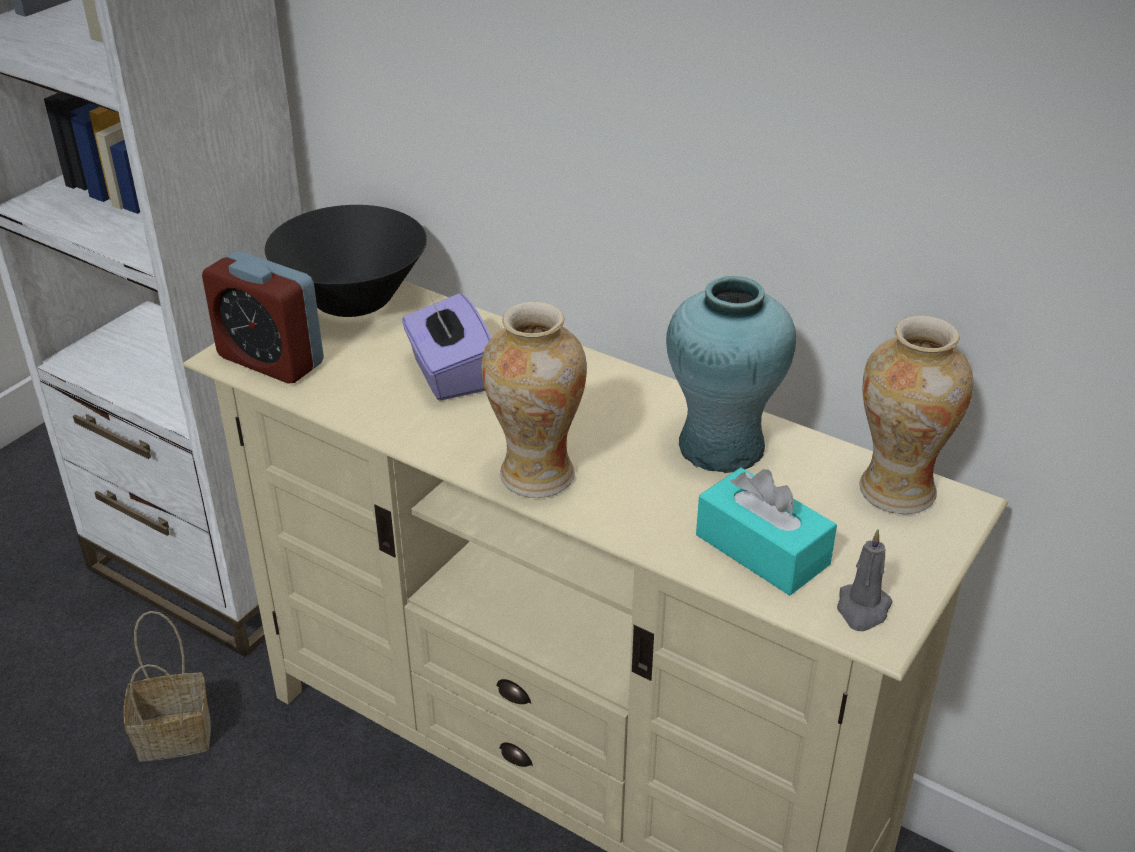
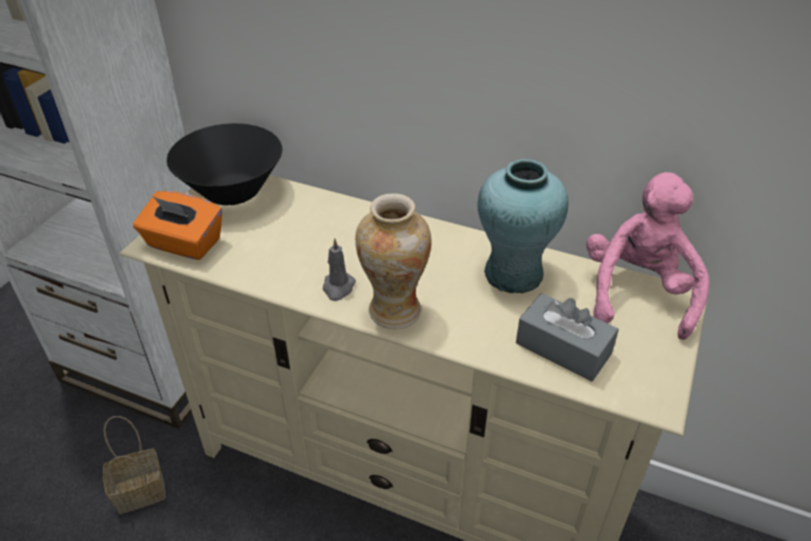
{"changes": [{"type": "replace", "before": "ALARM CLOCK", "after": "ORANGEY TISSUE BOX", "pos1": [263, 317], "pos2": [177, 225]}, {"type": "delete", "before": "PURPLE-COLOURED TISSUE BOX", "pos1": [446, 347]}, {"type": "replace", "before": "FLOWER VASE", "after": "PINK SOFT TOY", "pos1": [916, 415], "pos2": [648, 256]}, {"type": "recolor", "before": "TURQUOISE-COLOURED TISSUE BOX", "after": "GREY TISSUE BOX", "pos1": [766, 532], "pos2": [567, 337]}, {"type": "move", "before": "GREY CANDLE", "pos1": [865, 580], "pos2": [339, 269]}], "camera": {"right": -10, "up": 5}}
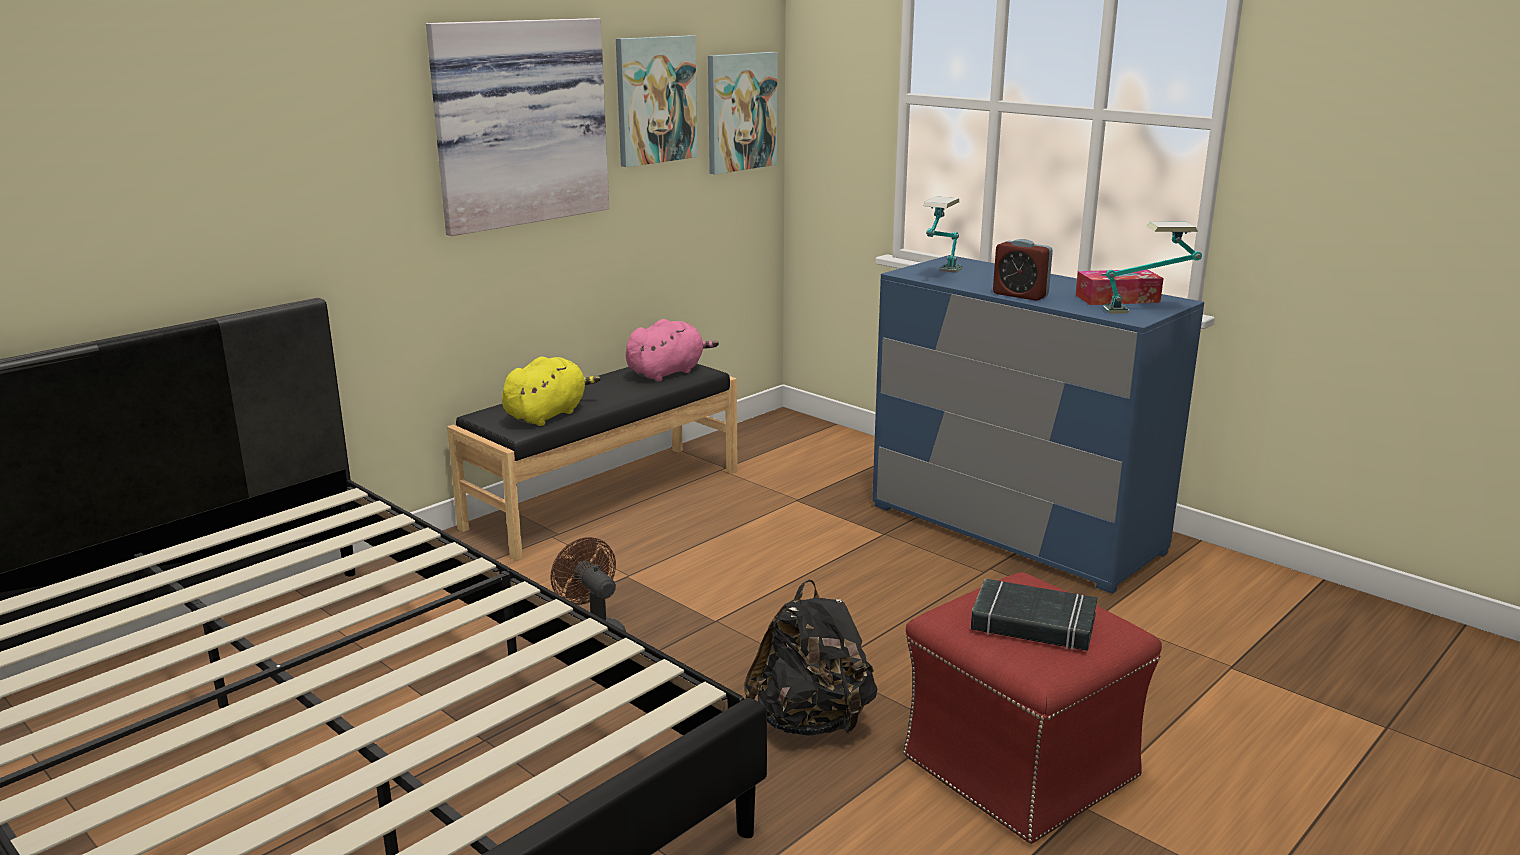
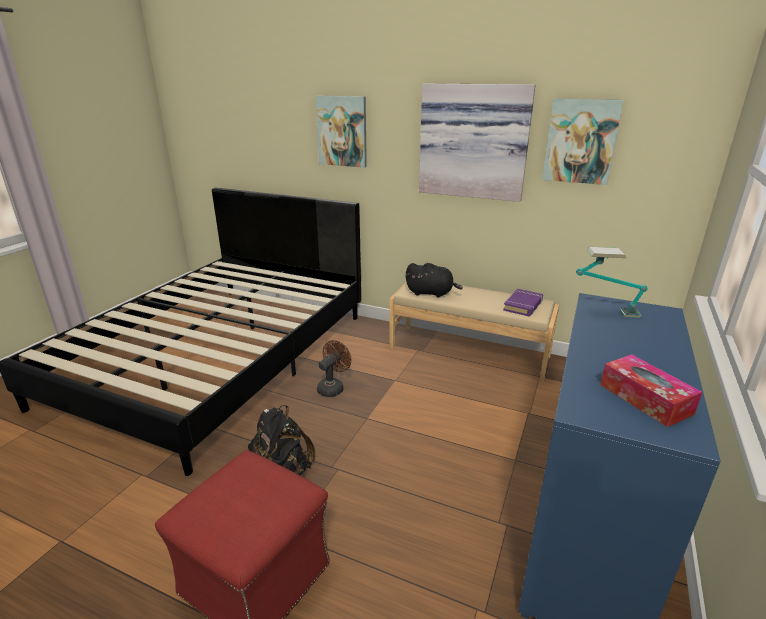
{"changes": [{"type": "move", "before": "WALL ART", "pos1": [743, 113], "pos2": [341, 132]}, {"type": "delete", "before": "LAMP FOR A TABLE", "pos1": [1152, 268]}, {"type": "delete", "before": "ALARM CLOCK", "pos1": [1023, 270]}, {"type": "replace", "before": "PINK SOFT TOY", "after": "PURPLE-COLOURED VOLUME", "pos1": [672, 350], "pos2": [523, 303]}, {"type": "recolor", "before": "YELLOW-COLOURED SOFT TOY", "after": "BLACK-COLOURED SOFT TOY", "pos1": [551, 391], "pos2": [434, 280]}, {"type": "recolor", "before": "BLACK-COLOURED BENCH", "after": "SAND-COLOURED BENCH", "pos1": [592, 462], "pos2": [474, 332]}, {"type": "delete", "before": "BLACK-COLOURED VOLUME", "pos1": [1034, 615]}], "camera": {"right": 70, "up": 5}}
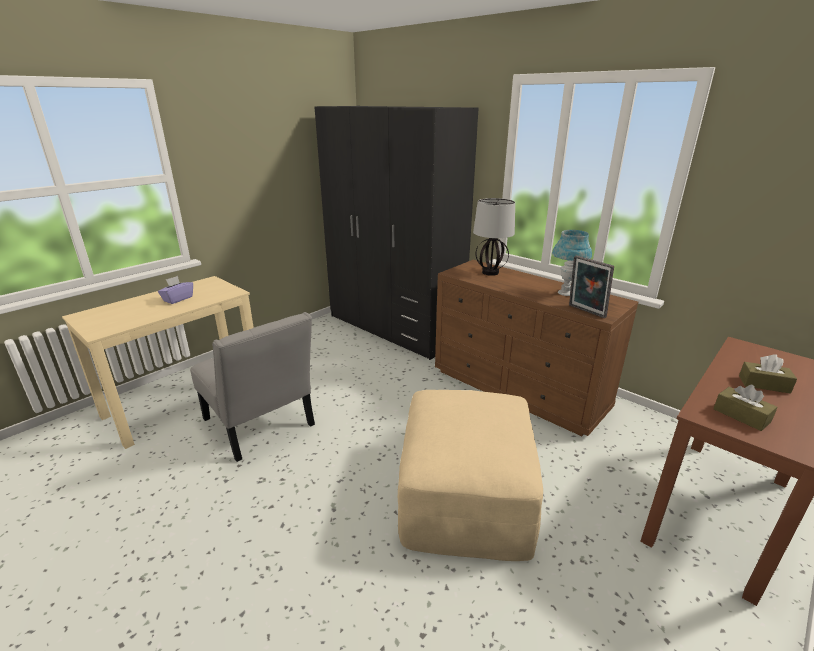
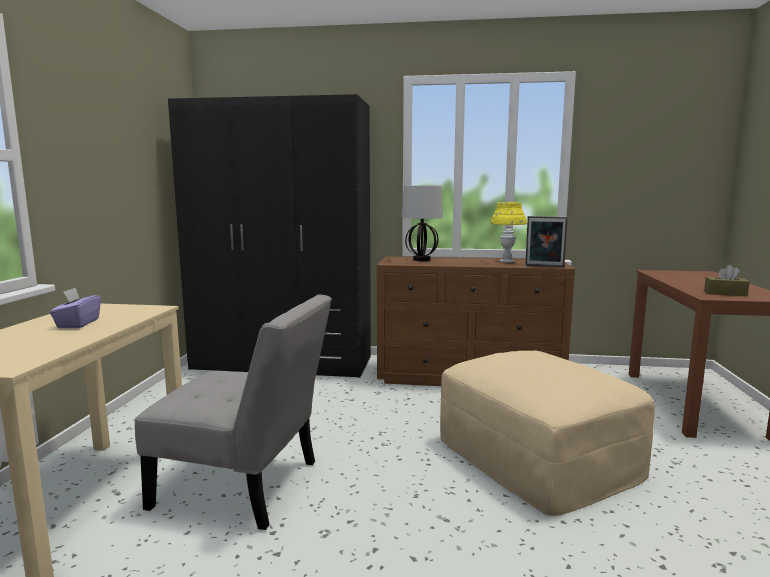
{"changes": [{"type": "recolor", "before": "BLUISH LAMP FOR A TABLE", "after": "YELLOW-COLOURED LAMP FOR A TABLE", "pos1": [572, 263], "pos2": [509, 232]}, {"type": "delete", "before": "BROWN TISSUE BOX", "pos1": [768, 374]}], "camera": {"right": -35, "up": -15}}
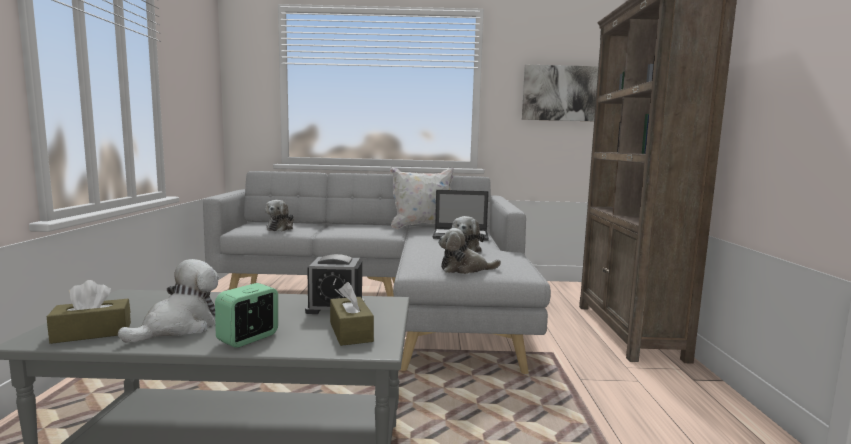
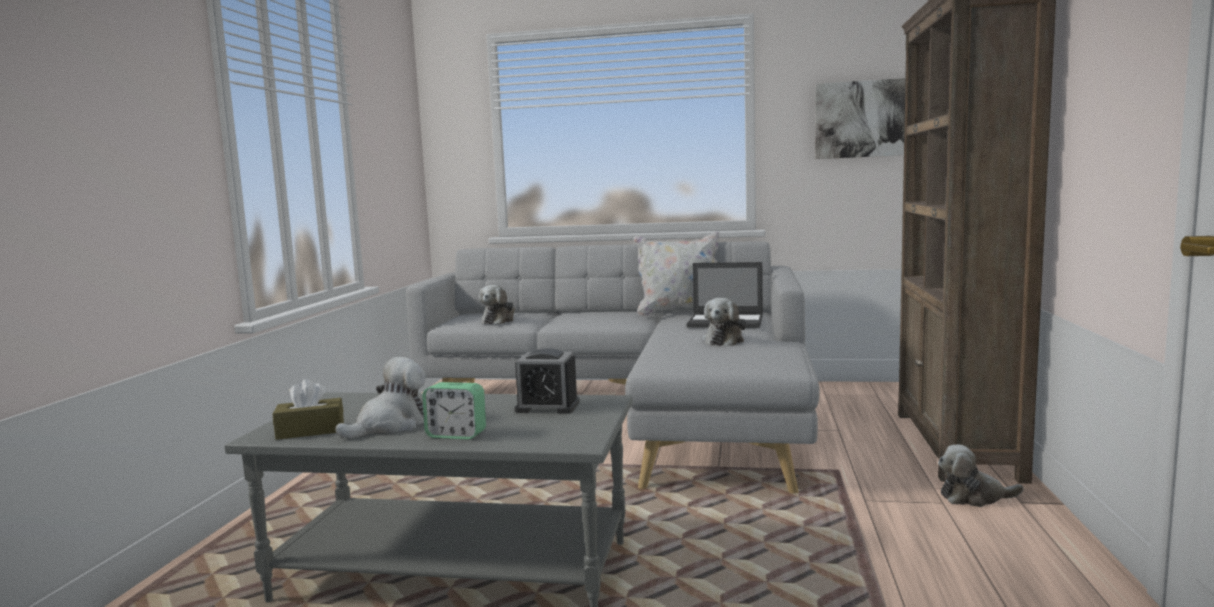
{"changes": [{"type": "move", "before": "SOFT TOY", "pos1": [469, 251], "pos2": [981, 475]}, {"type": "delete", "before": "BROWN TISSUE BOX", "pos1": [352, 314]}, {"type": "rotate", "before": "ALARM CLOCK", "pos1": [246, 315], "pos2": [454, 410], "turn": -120}], "camera": {"right": 10, "up": 0}}
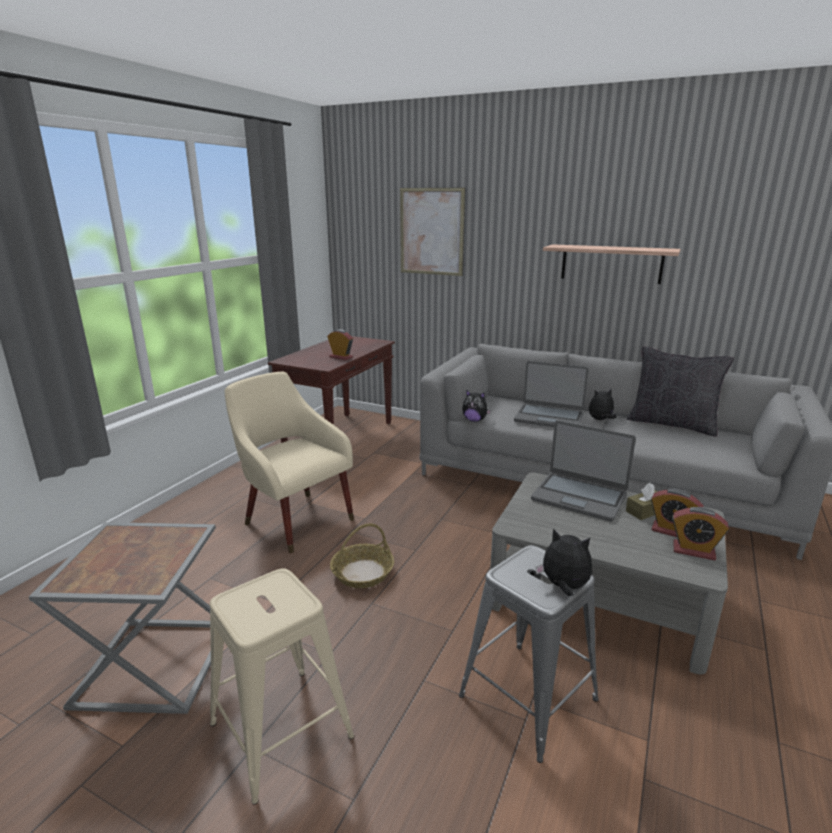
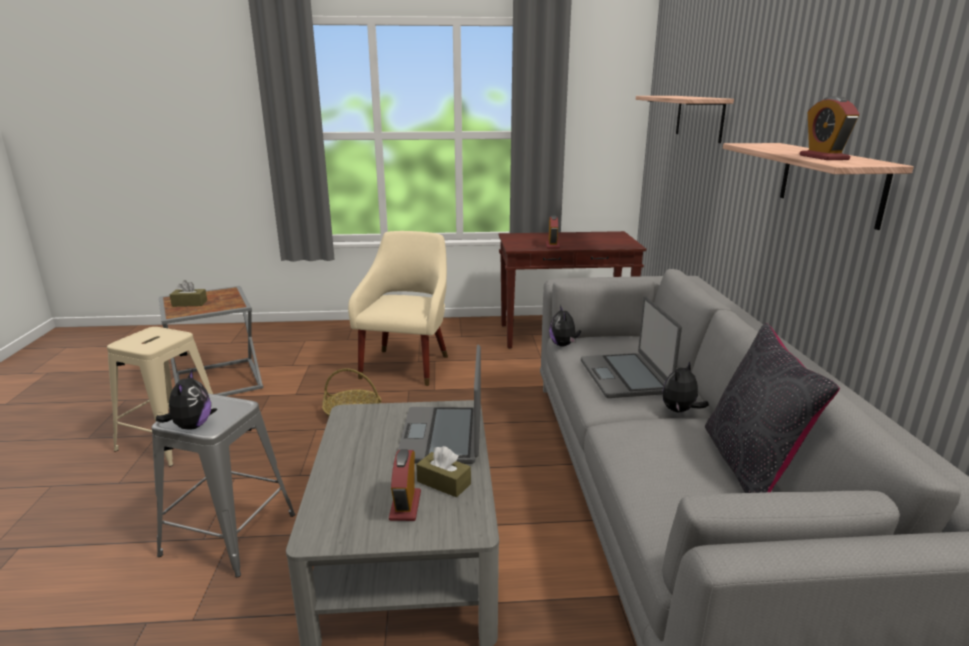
{"changes": [{"type": "replace", "before": "WALL ART", "after": "WALL SHELF", "pos1": [432, 232], "pos2": [685, 119]}, {"type": "rotate", "before": "SOFT TOY", "pos1": [602, 404], "pos2": [686, 386], "turn": -90}, {"type": "move", "before": "ALARM CLOCK", "pos1": [701, 534], "pos2": [829, 128]}, {"type": "insert", "after": "BROWN TISSUE BOX", "pos2": [188, 293]}], "camera": {"right": 60, "up": 0}}
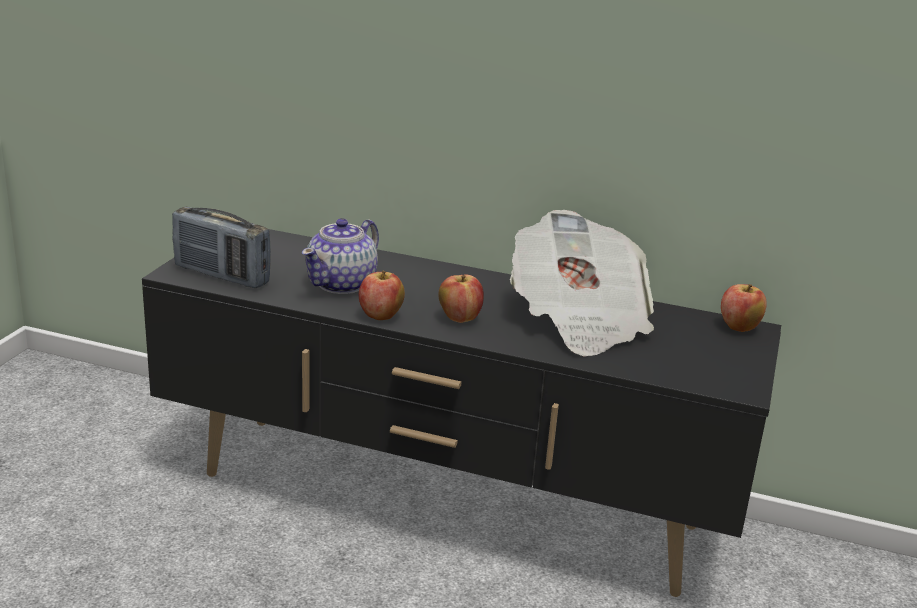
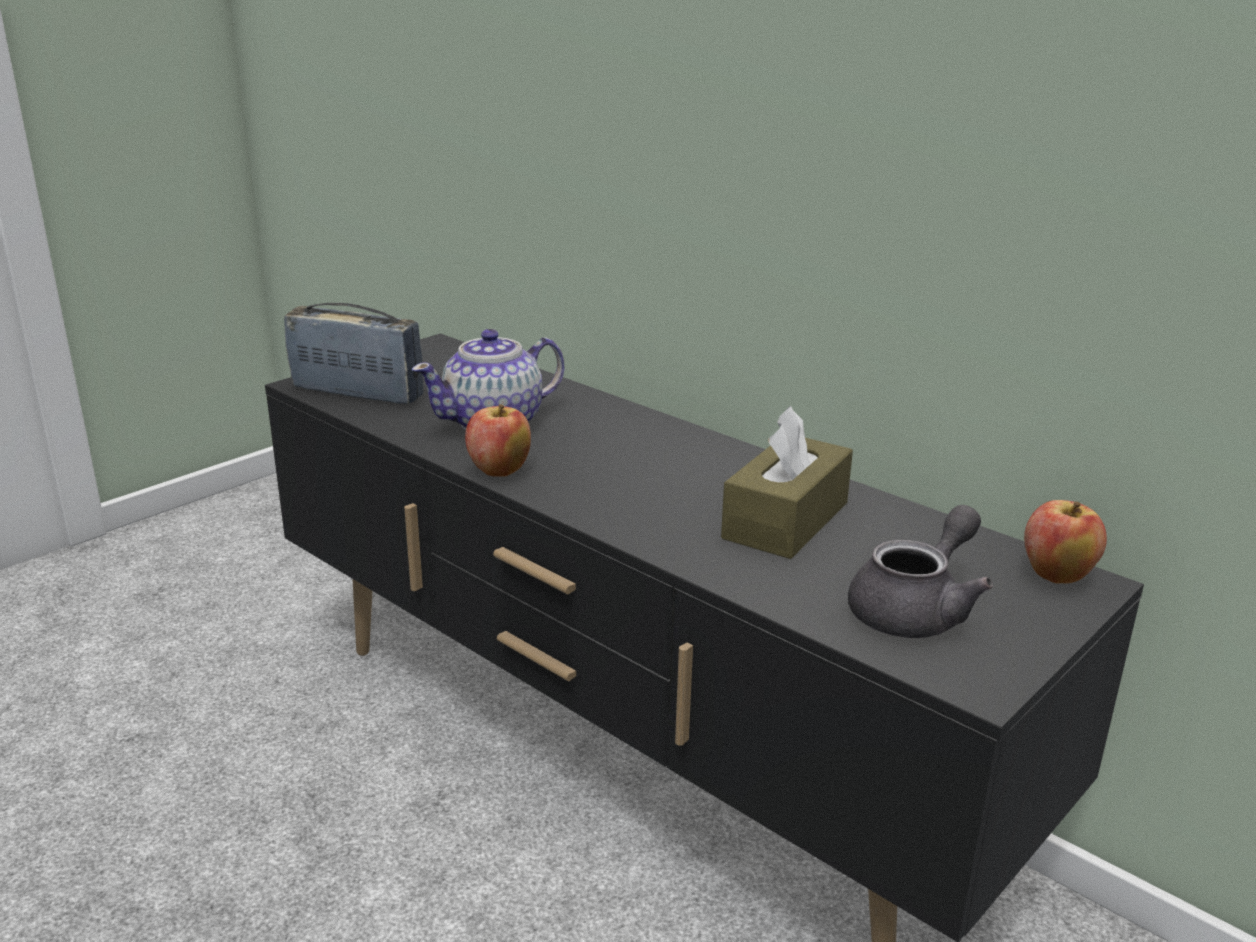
{"changes": [{"type": "rotate", "before": "RADIO", "pos1": [221, 247], "pos2": [353, 353], "turn": 150}, {"type": "replace", "before": "PRINTED PAPER", "after": "BROWN TISSUE BOX", "pos1": [582, 283], "pos2": [787, 482]}, {"type": "delete", "before": "APPLE FRUIT", "pos1": [461, 299]}, {"type": "insert", "after": "GREY TEAPOT", "pos2": [920, 571]}], "camera": {"right": 25, "up": 0}}
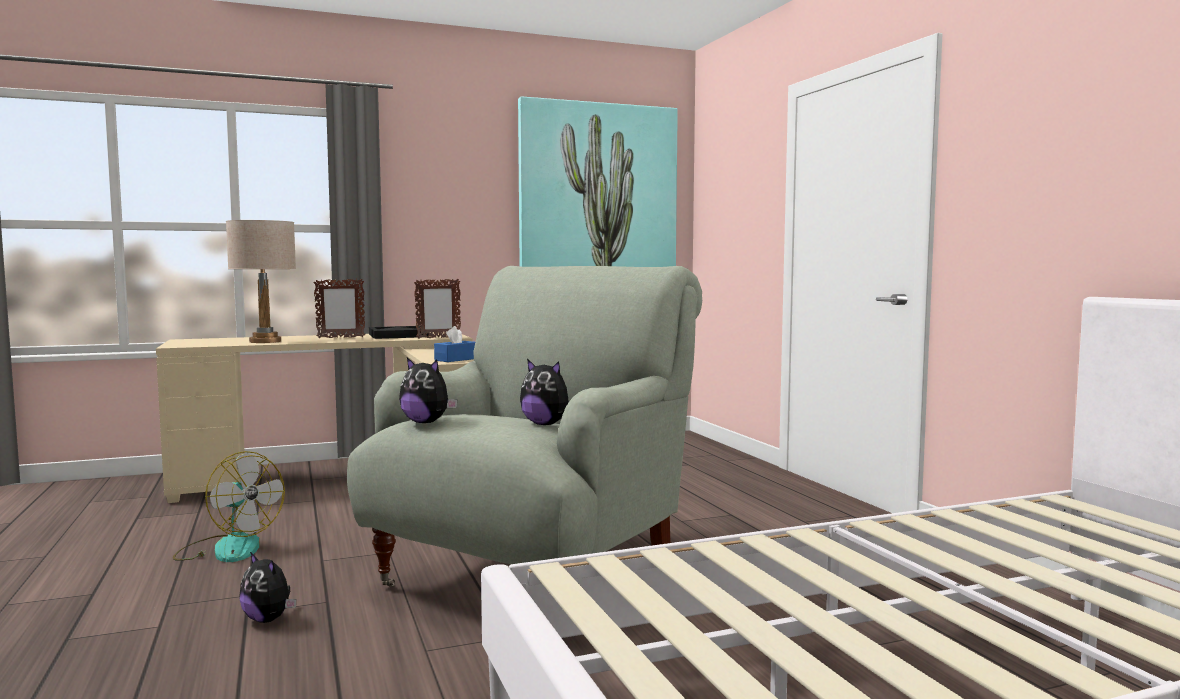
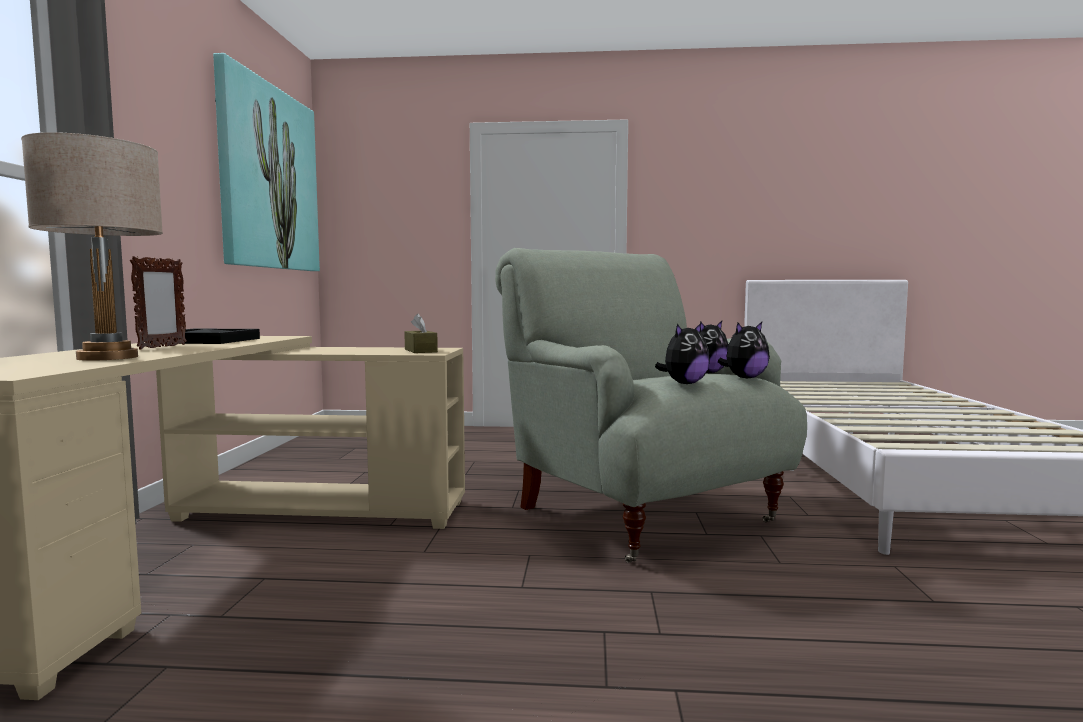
{"changes": [{"type": "delete", "before": "PHOTO FRAME", "pos1": [437, 309]}, {"type": "recolor", "before": "BLUISH TISSUE BOX", "after": "BROWN TISSUE BOX", "pos1": [454, 344], "pos2": [421, 333]}, {"type": "delete", "before": "COOLING FAN", "pos1": [229, 506]}, {"type": "move", "before": "SOFT TOY", "pos1": [268, 587], "pos2": [744, 350]}], "camera": {"right": -65, "up": 0}}
